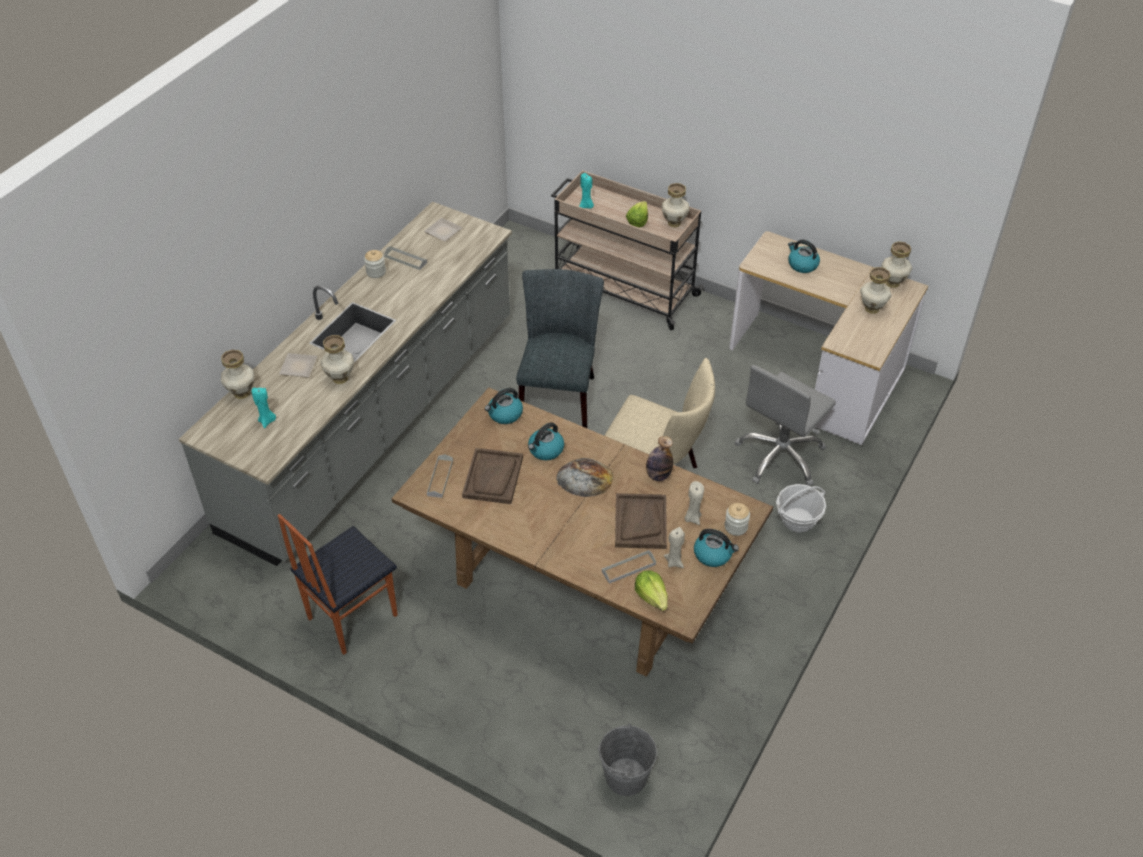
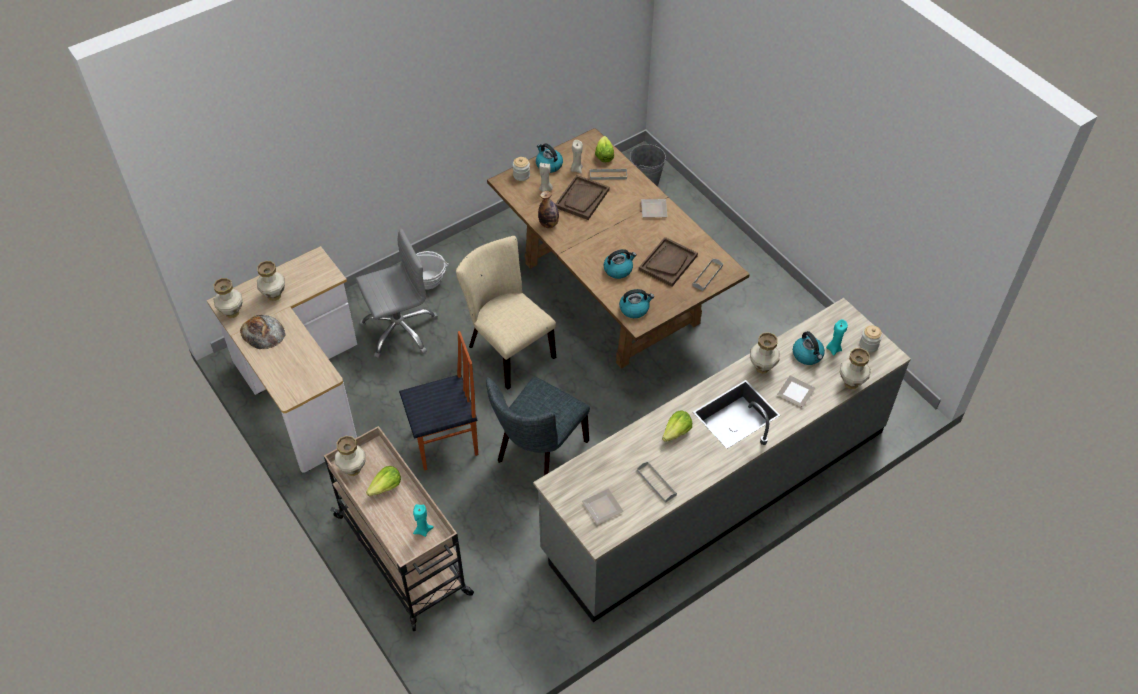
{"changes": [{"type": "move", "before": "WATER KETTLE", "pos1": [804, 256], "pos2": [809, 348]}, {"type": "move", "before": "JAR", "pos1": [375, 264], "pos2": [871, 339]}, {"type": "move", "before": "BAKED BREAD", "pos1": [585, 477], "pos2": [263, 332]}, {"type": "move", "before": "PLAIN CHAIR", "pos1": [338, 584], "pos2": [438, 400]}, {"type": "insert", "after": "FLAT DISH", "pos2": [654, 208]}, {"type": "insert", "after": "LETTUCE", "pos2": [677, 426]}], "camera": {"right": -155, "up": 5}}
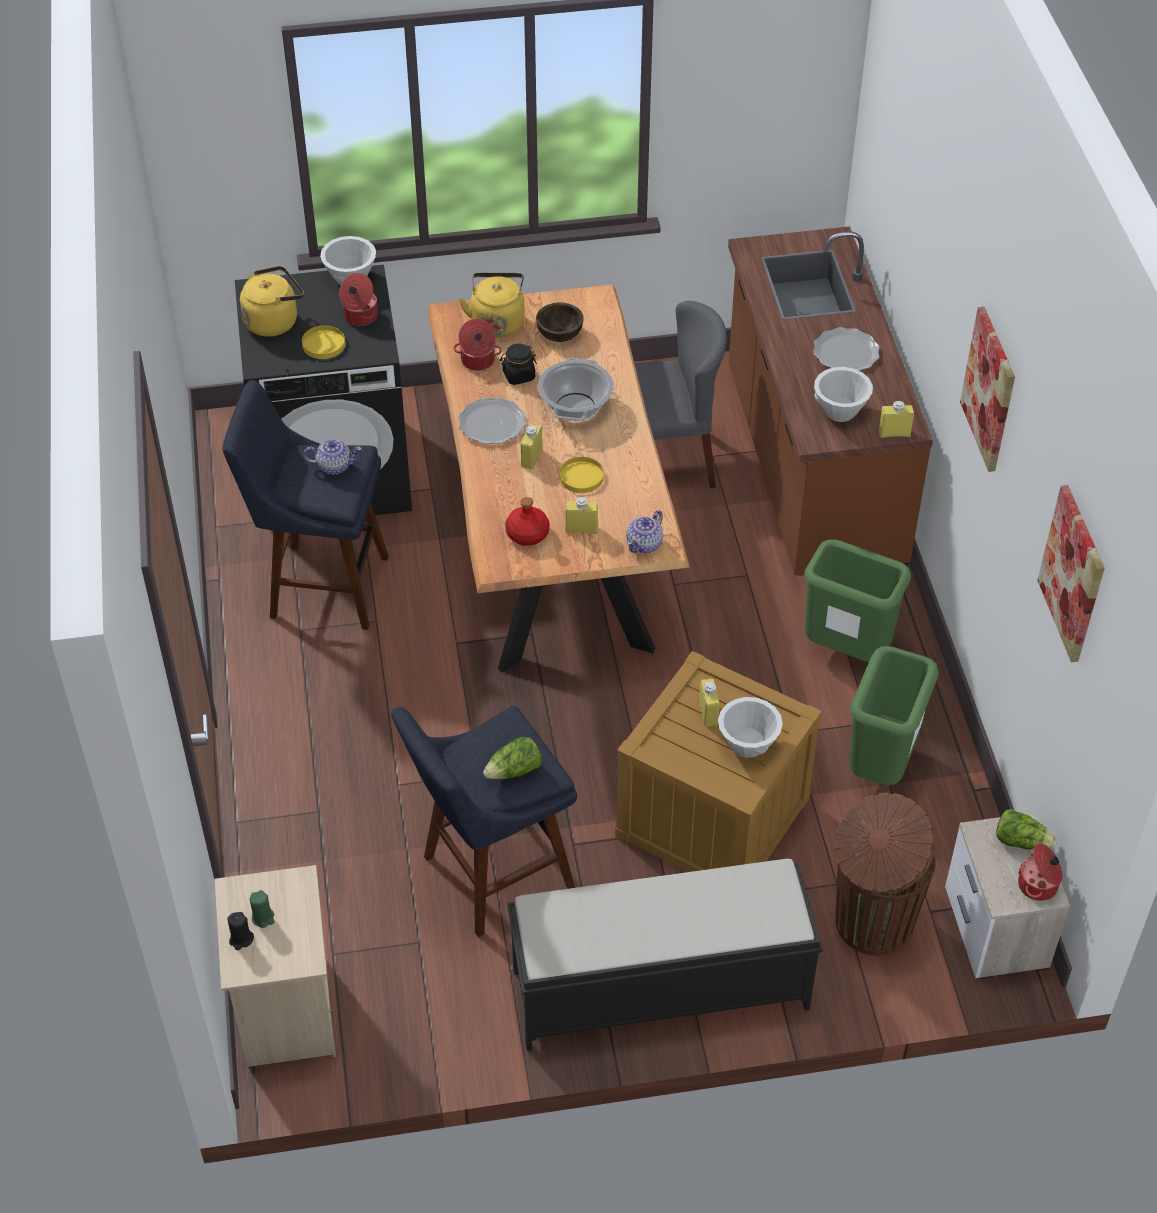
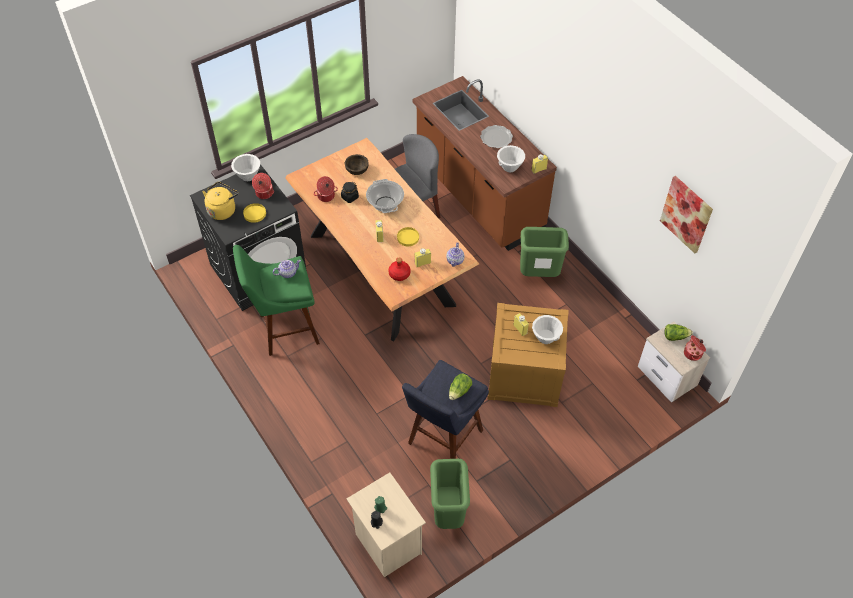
{"changes": [{"type": "delete", "before": "YELLOW-COLOURED WATER KETTLE", "pos1": [492, 305]}, {"type": "delete", "before": "WALL ART", "pos1": [987, 389]}, {"type": "recolor", "before": "BLUISH STOOL SEAT", "after": "GREEN-COLOURED STOOL SEAT", "pos1": [305, 505], "pos2": [276, 300]}, {"type": "delete", "before": "FLAT DISH", "pos1": [492, 420]}, {"type": "move", "before": "GREEN-COLOURED TRASH CAN", "pos1": [894, 715], "pos2": [450, 494]}, {"type": "delete", "before": "BROWN TRASH CAN", "pos1": [885, 874]}, {"type": "delete", "before": "BLACK-COLOURED BENCH", "pos1": [665, 955]}], "camera": {"right": -25, "up": 5}}
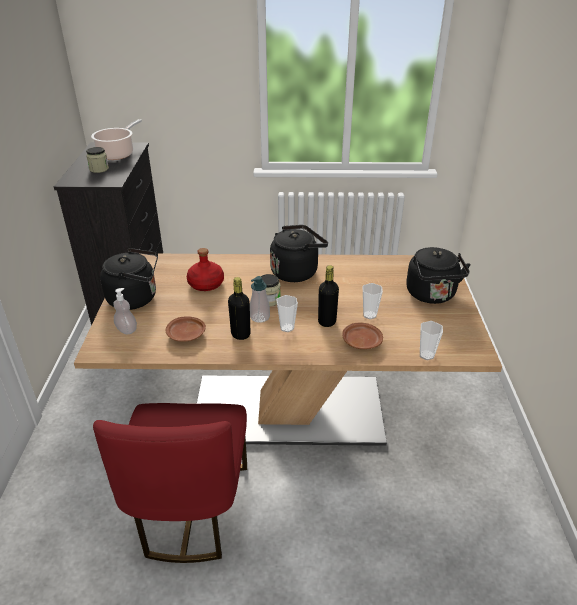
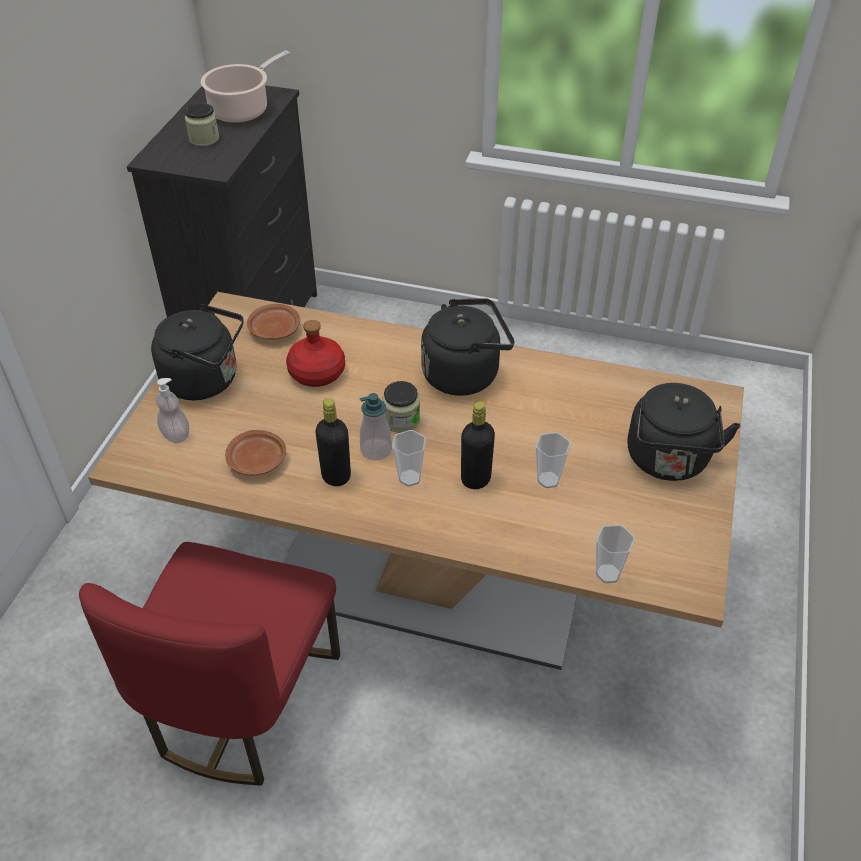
{"changes": [{"type": "move", "before": "BROWN FLAT DISH", "pos1": [362, 336], "pos2": [273, 322]}], "camera": {"right": 15, "up": 10}}
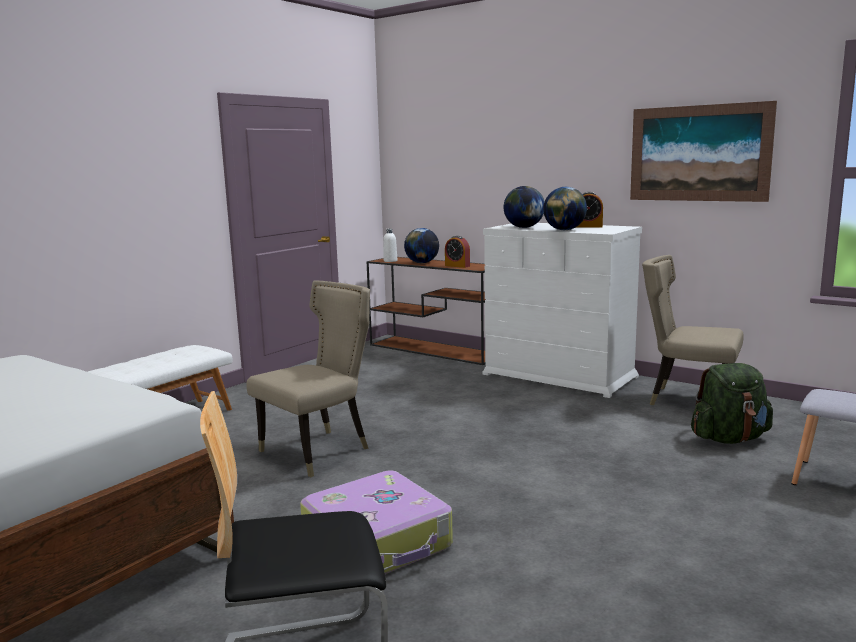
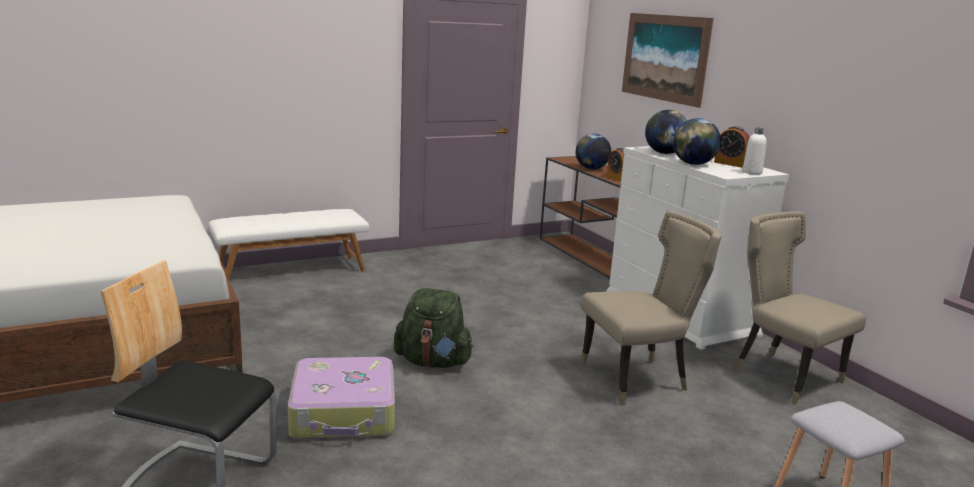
{"changes": [{"type": "move", "before": "WALL ART", "pos1": [703, 151], "pos2": [668, 60]}, {"type": "move", "before": "WHITE BEVERAGE BOTTLE", "pos1": [390, 245], "pos2": [754, 151]}, {"type": "move", "before": "SAND-COLOURED PLAIN CHAIR", "pos1": [308, 378], "pos2": [651, 308]}, {"type": "move", "before": "GREEN-COLOURED RUCKSACK", "pos1": [732, 403], "pos2": [434, 328]}], "camera": {"right": 25, "up": 5}}
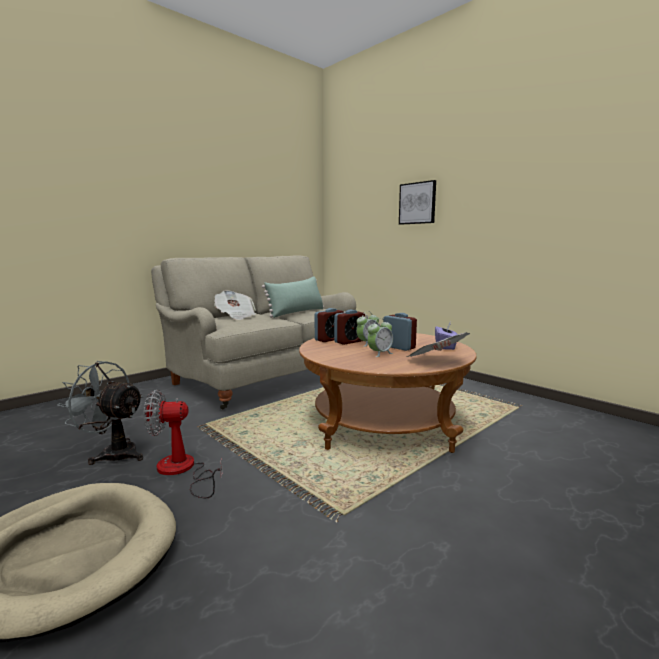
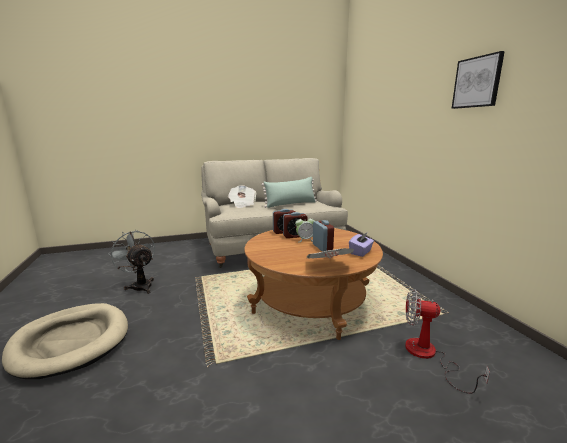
{"changes": [{"type": "move", "before": "WALL ART", "pos1": [417, 202], "pos2": [478, 80]}, {"type": "delete", "before": "ALARM CLOCK", "pos1": [380, 337]}, {"type": "move", "before": "COOLING FAN", "pos1": [183, 444], "pos2": [447, 341]}], "camera": {"right": 25, "up": 5}}
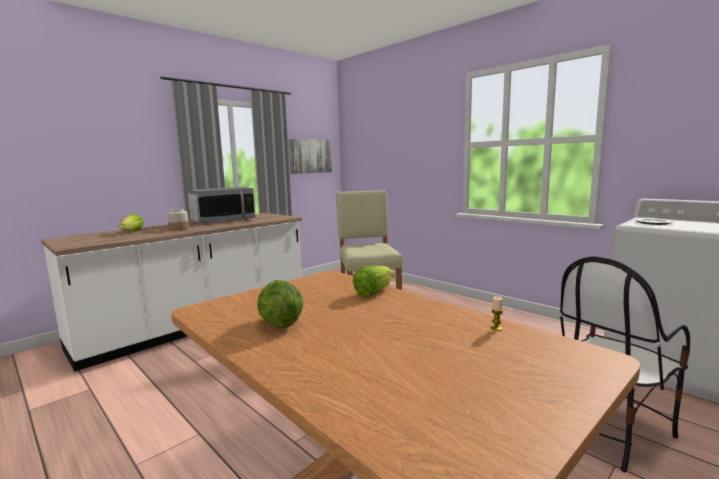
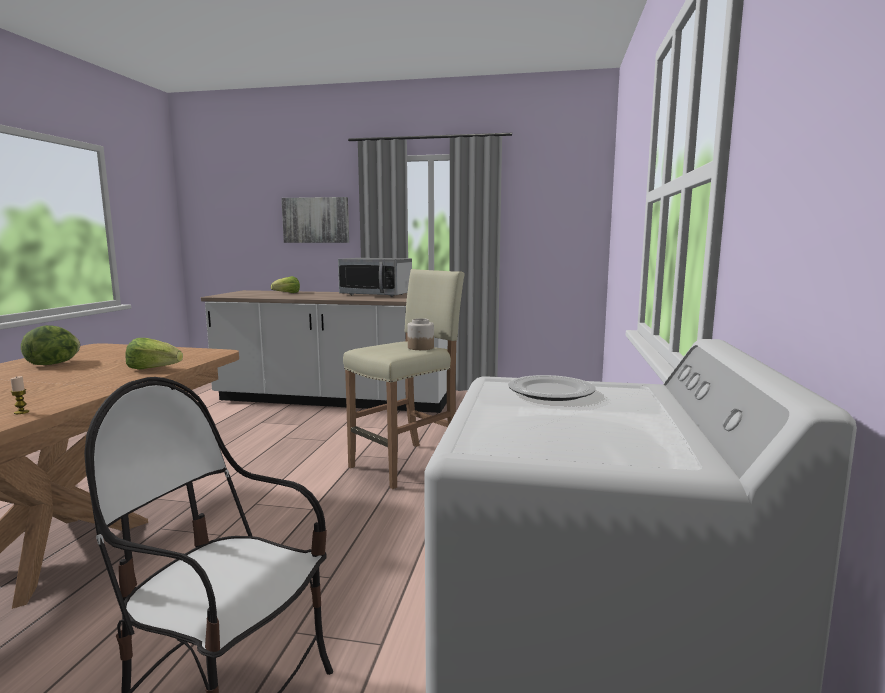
{"changes": [{"type": "move", "before": "WALL ART", "pos1": [310, 156], "pos2": [315, 220]}, {"type": "move", "before": "JAR", "pos1": [178, 220], "pos2": [420, 334]}], "camera": {"right": 55, "up": 0}}
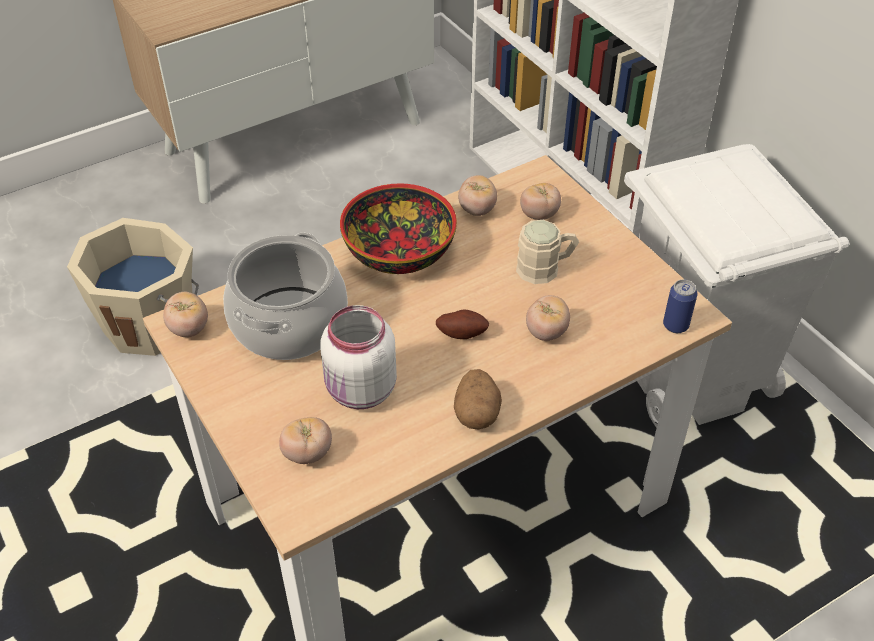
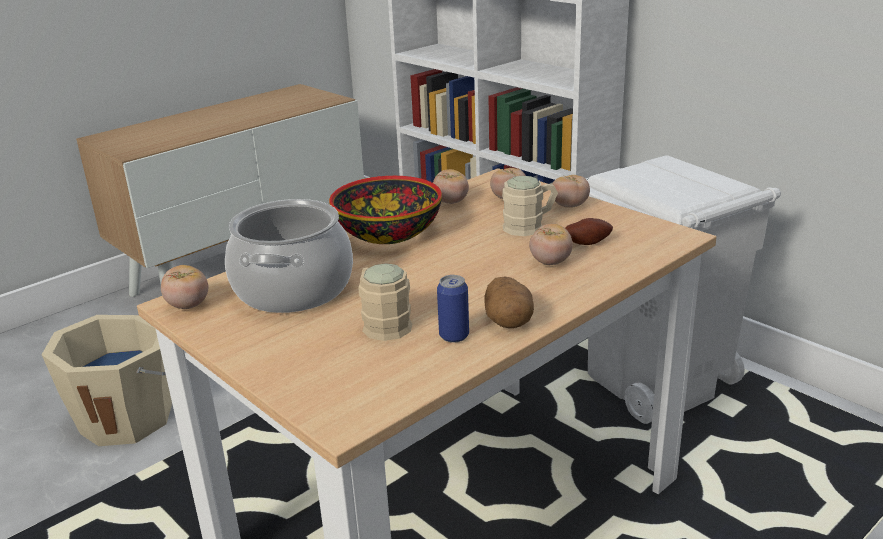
{"changes": [{"type": "move", "before": "SEALED CAN", "pos1": [680, 306], "pos2": [453, 309]}, {"type": "replace", "before": "WHITE JAR", "after": "SAND-COLOURED TEA MUG", "pos1": [359, 357], "pos2": [386, 302]}, {"type": "move", "before": "POTATO", "pos1": [462, 324], "pos2": [589, 231]}, {"type": "move", "before": "TOMATO", "pos1": [305, 440], "pos2": [571, 191]}], "camera": {"right": -10, "up": -20}}
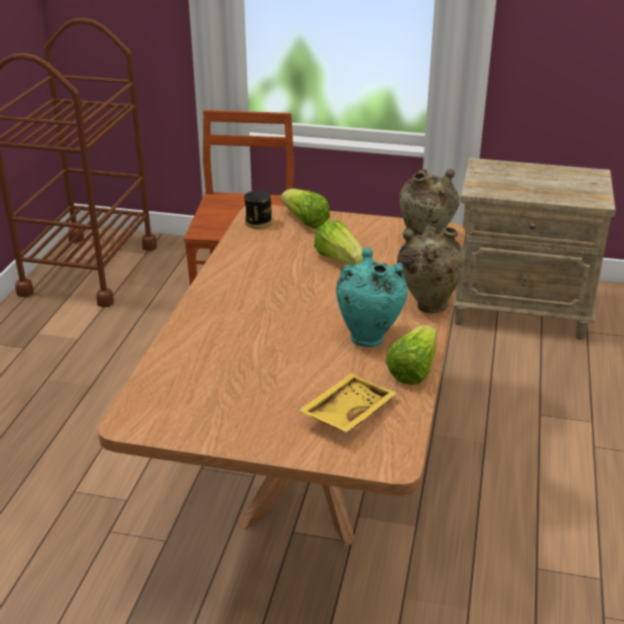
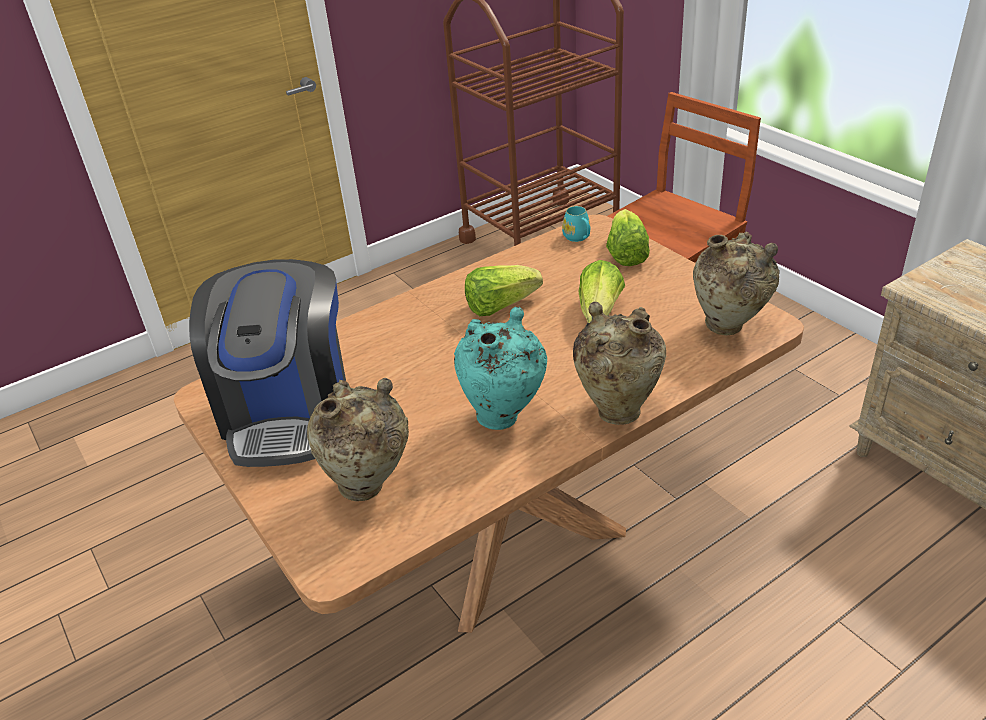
{"changes": [{"type": "replace", "before": "SEALED CAN", "after": "TURQUOISE-COLOURED TEA MUG", "pos1": [258, 210], "pos2": [576, 224]}, {"type": "move", "before": "LETTUCE", "pos1": [411, 355], "pos2": [504, 290]}, {"type": "replace", "before": "YELLOW-COLOURED TRAY", "after": "SAND-COLOURED FLOWER VASE", "pos1": [348, 402], "pos2": [358, 439]}, {"type": "insert", "after": "COFFEE BREWER", "pos2": [267, 363]}], "camera": {"right": 45, "up": 5}}
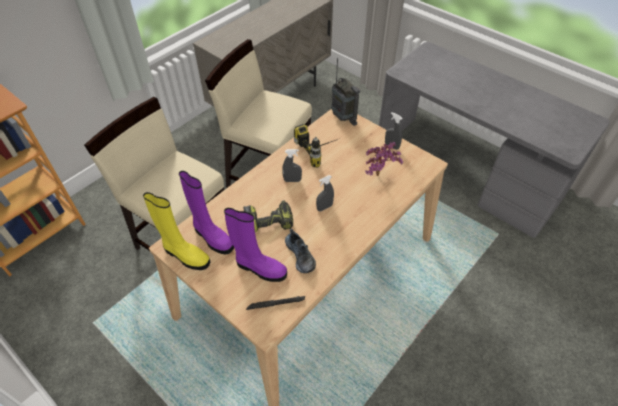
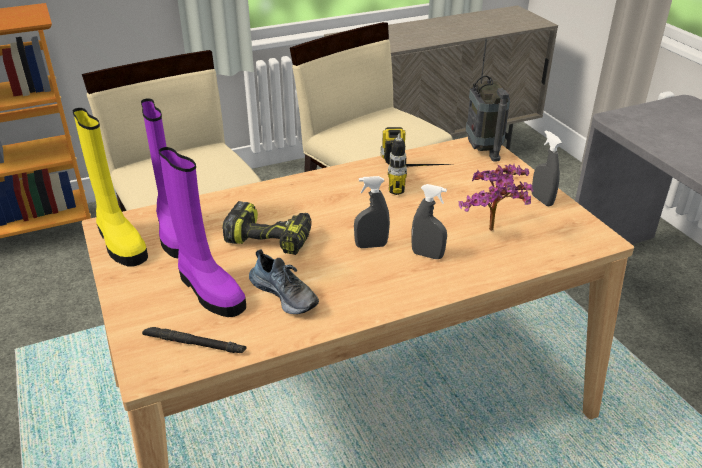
{"changes": [{"type": "move", "before": "GREY SPRAYER", "pos1": [292, 165], "pos2": [429, 221]}, {"type": "rotate", "before": "ITEM OF FOOTWEAR", "pos1": [300, 251], "pos2": [284, 281], "turn": -45}], "camera": {"right": 25, "up": -15}}
